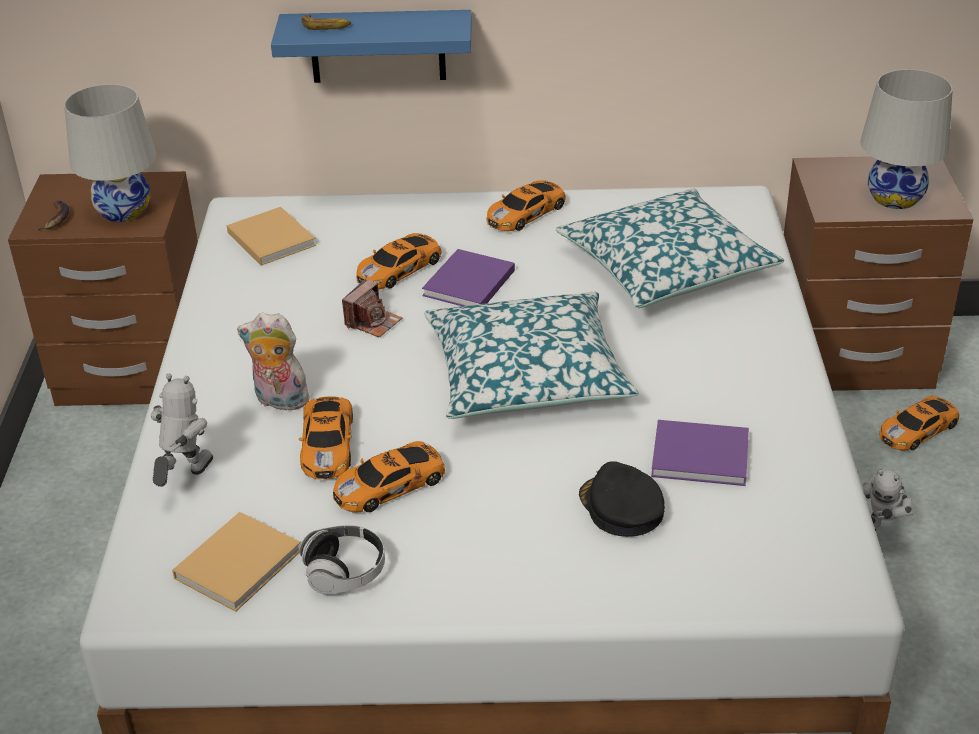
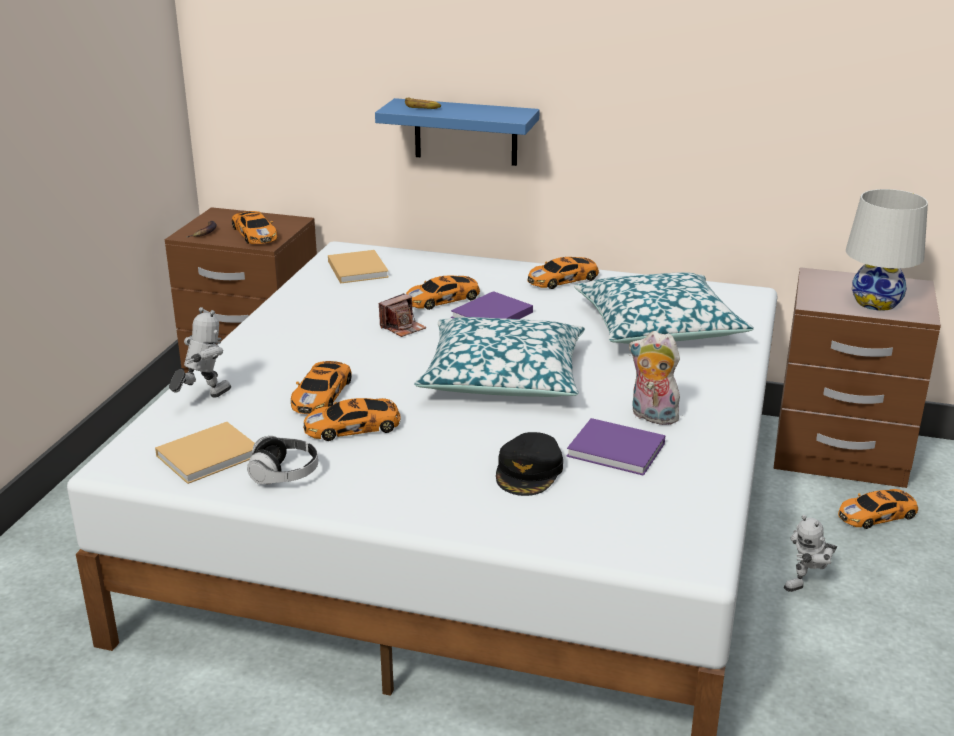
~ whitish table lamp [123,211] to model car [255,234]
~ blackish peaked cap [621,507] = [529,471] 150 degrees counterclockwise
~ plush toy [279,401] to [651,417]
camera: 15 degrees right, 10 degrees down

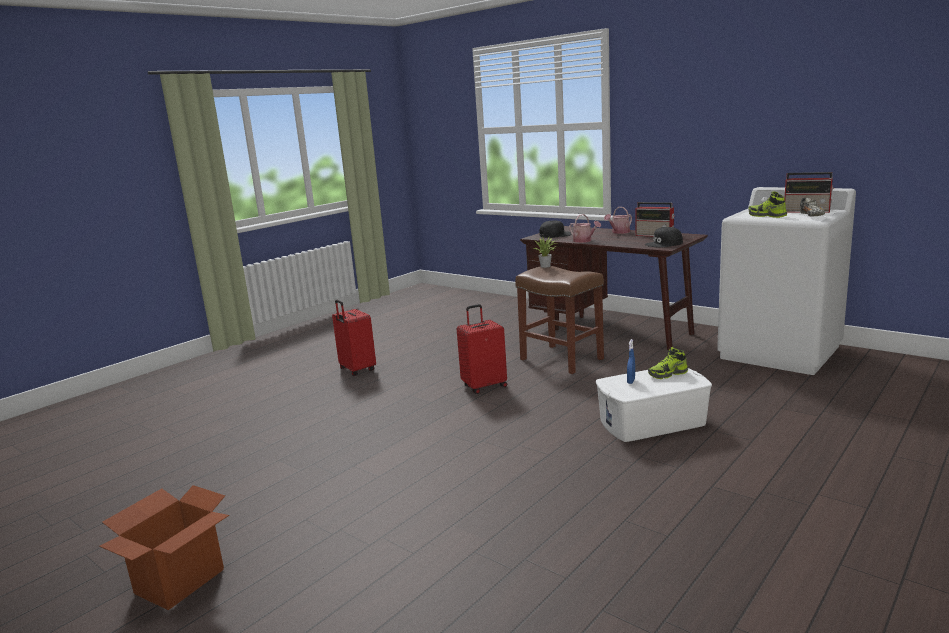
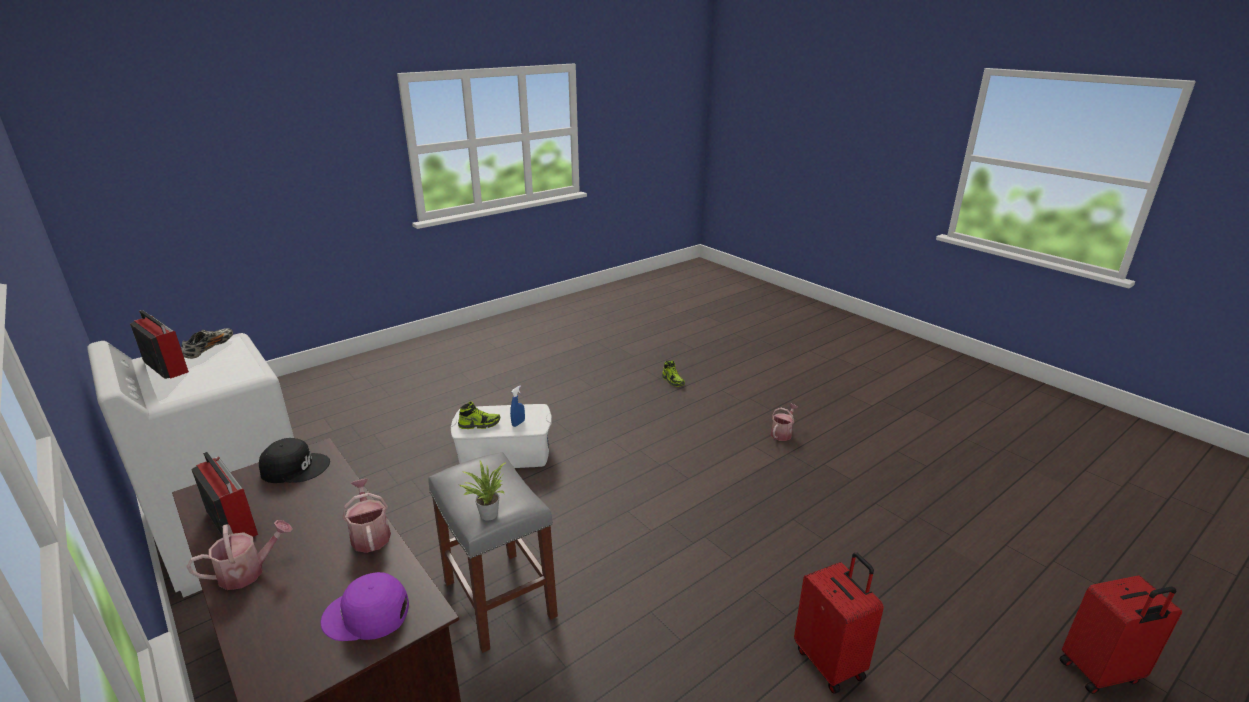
~ blackish peaked cap [555,235] to purple-coloured peaked cap [366,615]
~ brown-coloured sitting stool [560,359] to greyish sitting stool [501,599]
~ shoe [767,216] to [673,381]
+ sprinkling can [782,433]
~ red piece of luggage [484,386] to [1101,673]
- carton [179,582]
camera: 170 degrees left, 10 degrees up

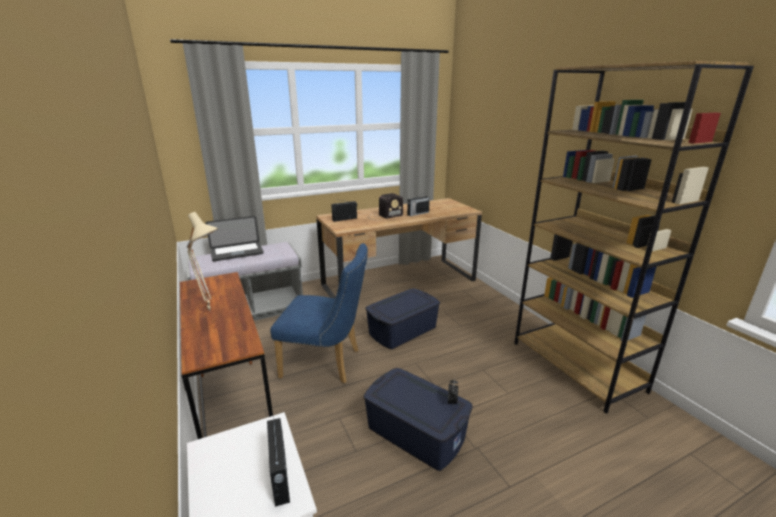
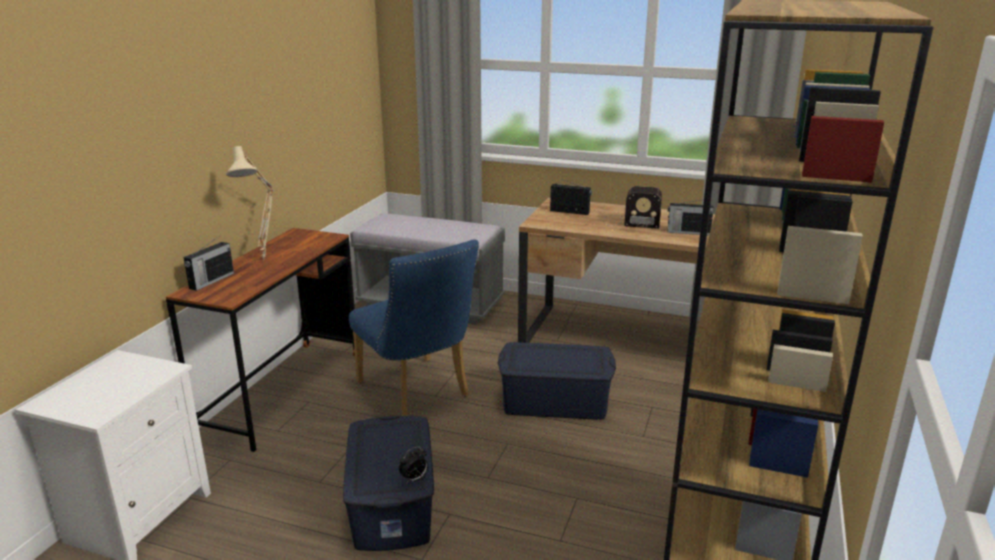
~ radio set [280,476] to [211,281]
- notebook computer [237,252]
camera: 45 degrees right, 0 degrees up

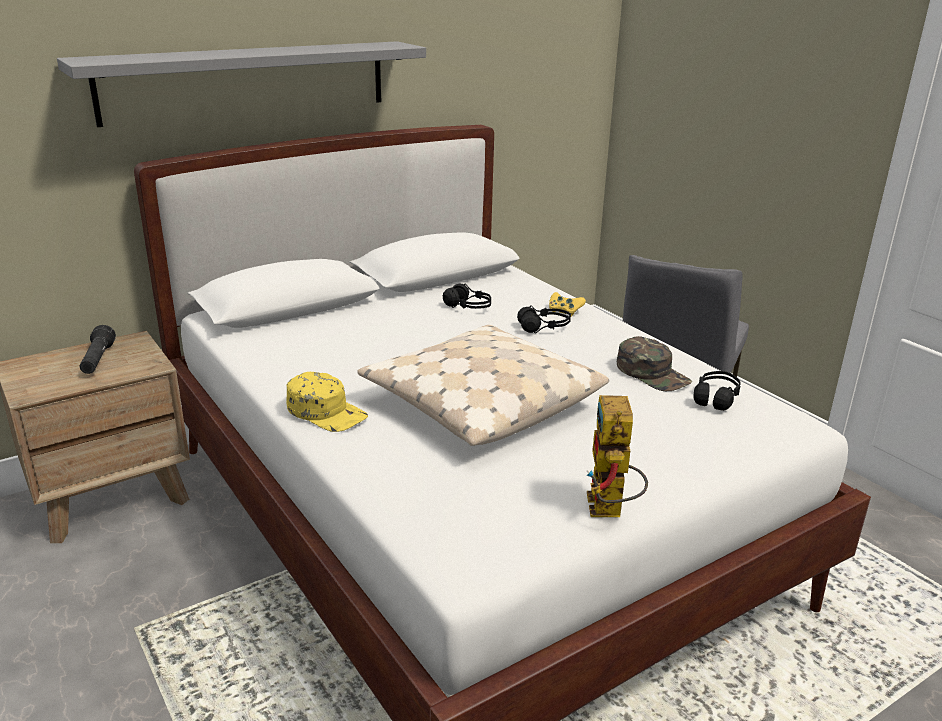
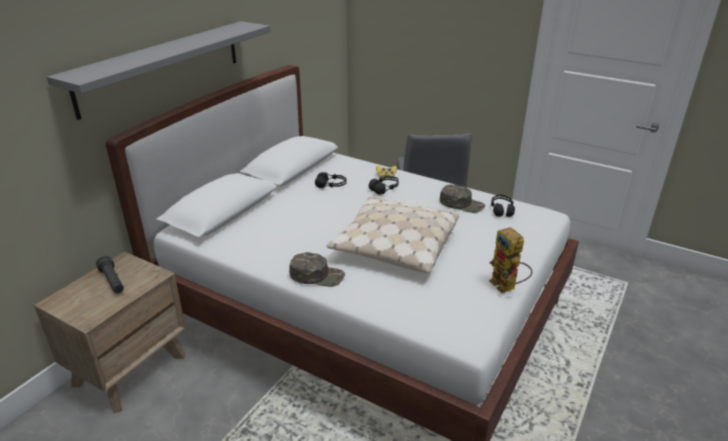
~ yellowish peaked cap [327,411] to greenish peaked cap [317,275]
camera: 25 degrees left, 5 degrees up

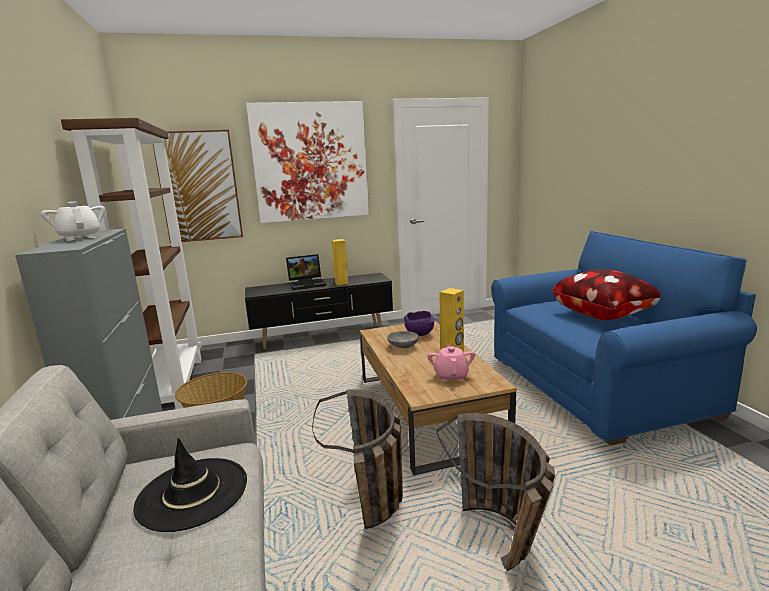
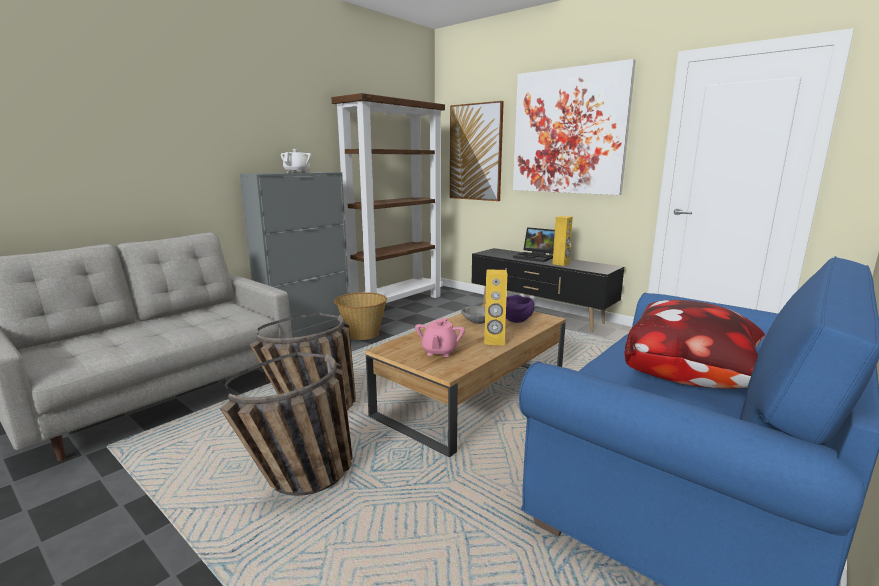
~ pink pot for tea [451,376] = [439,351] 135 degrees clockwise
- blackish clothing hat [193,493]
camera: 55 degrees right, 0 degrees up

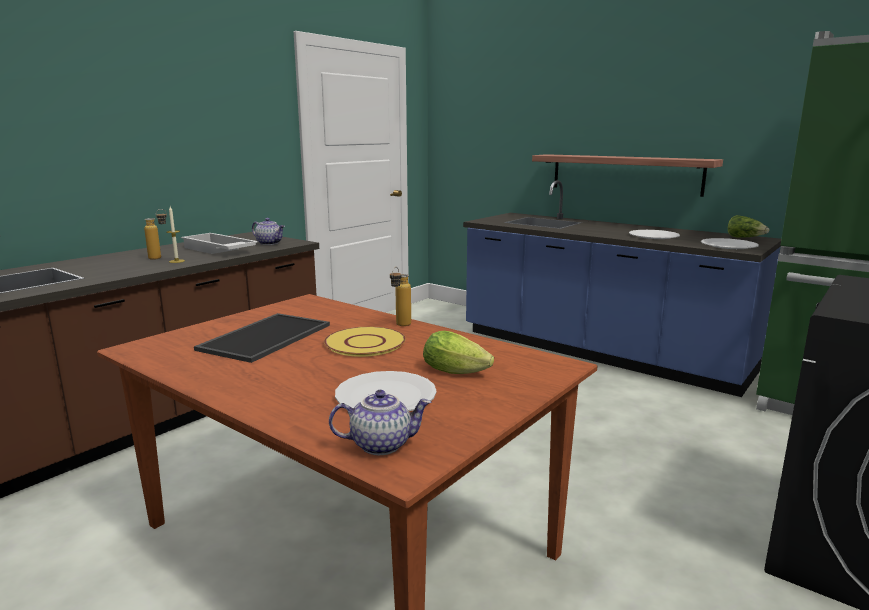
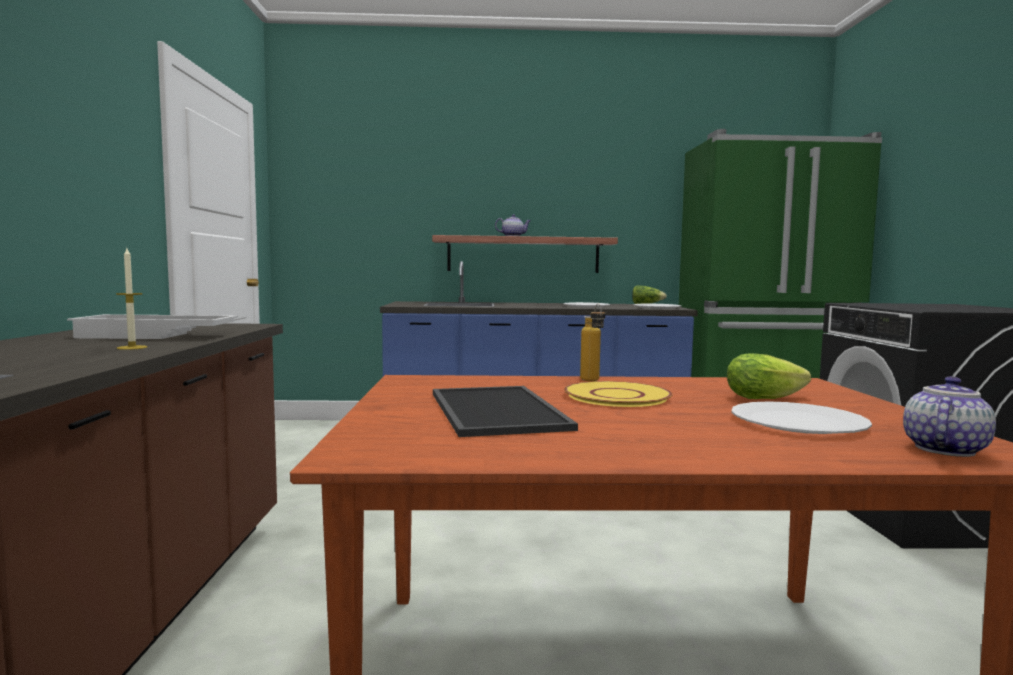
~ pot for tea [270,243] to [513,236]
- drink bottle [160,258]
camera: 40 degrees left, 10 degrees down

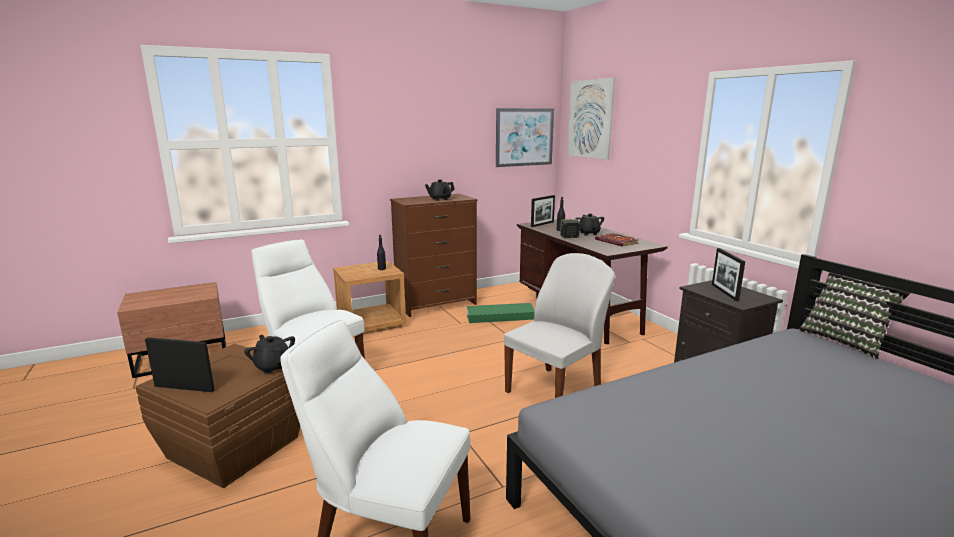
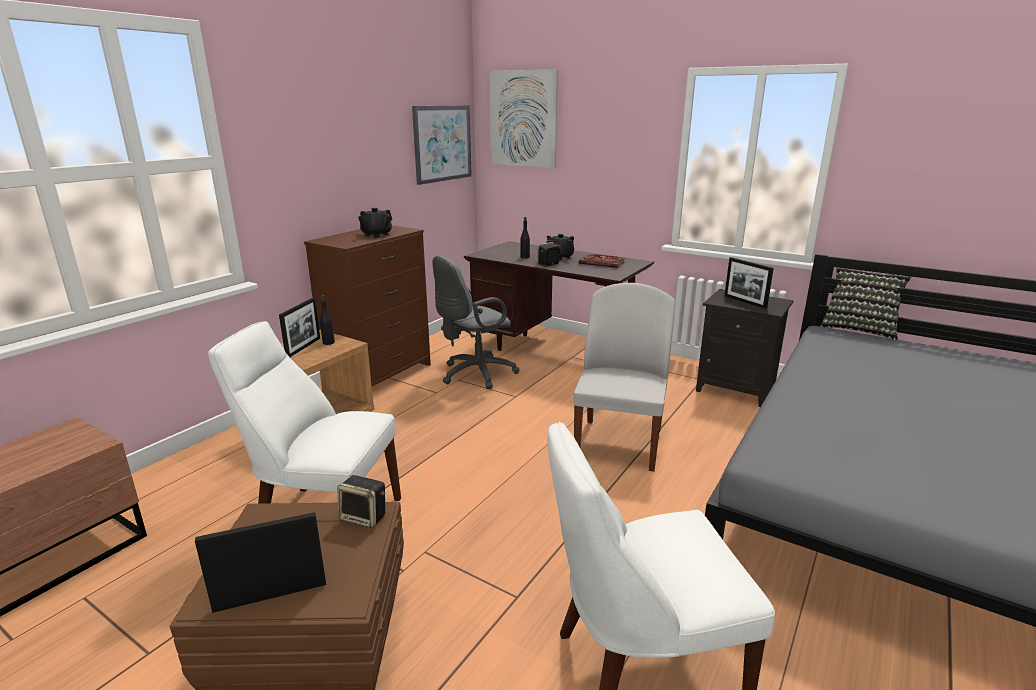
~ standing frame [542,224] to [303,347]
~ blackish pot for tea [273,367] to speaker [364,517]
~ greenish storage box [500,317] to greyish computer chair [474,374]
camera: 30 degrees left, 5 degrees up

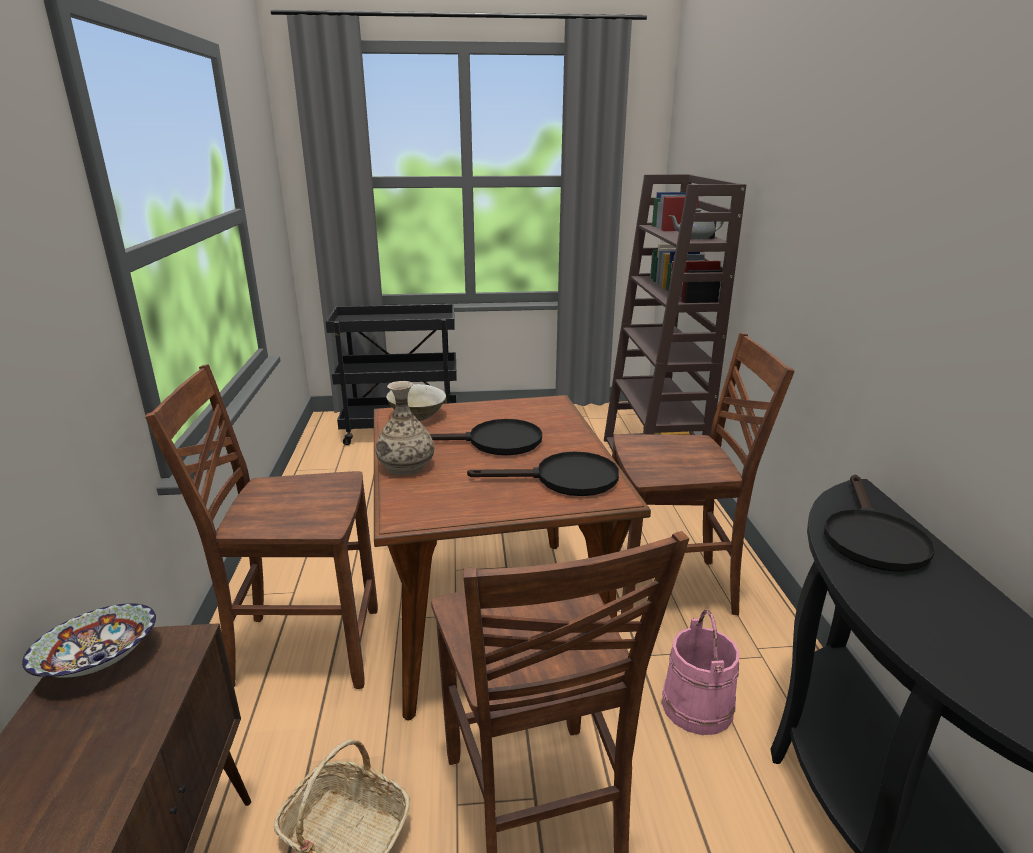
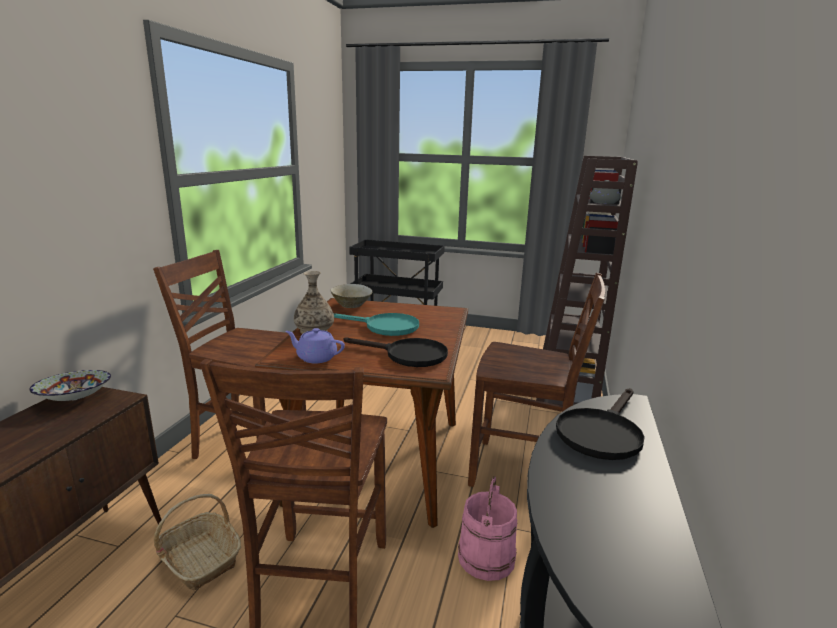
+ purple-coloured pot for tea [316,358]
~ blackish frying pan [494,442] to turquoise-coloured frying pan [384,327]
camera: 20 degrees right, 5 degrees down

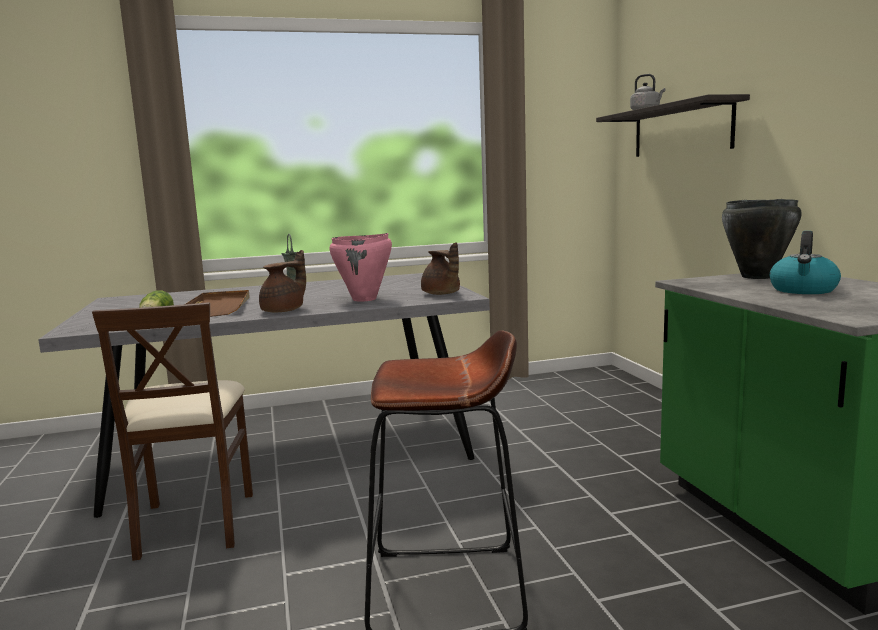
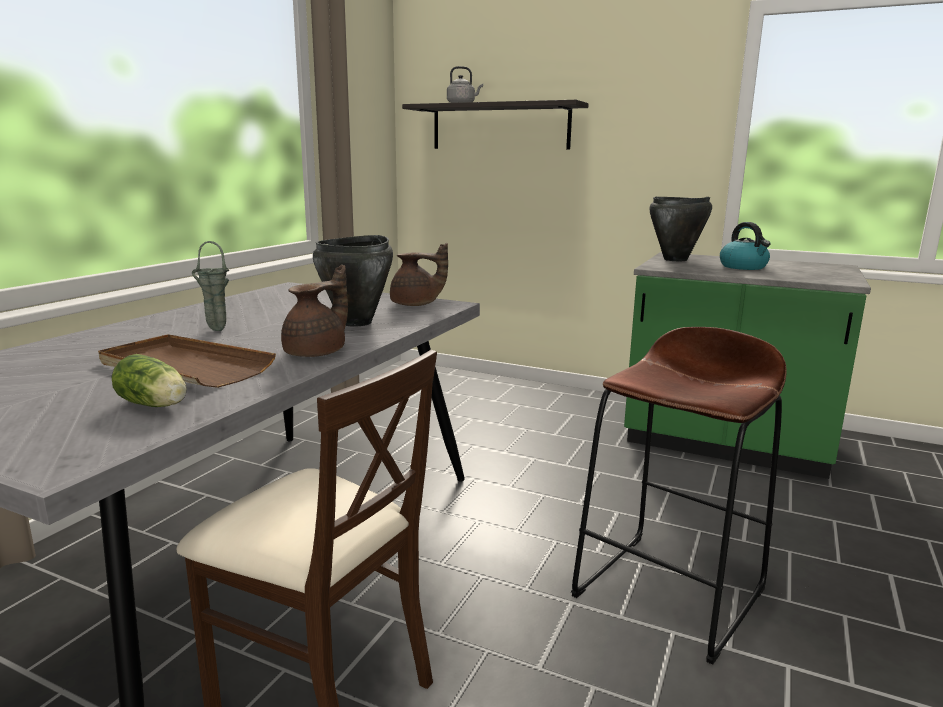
~ brown-coloured pot for tea [284,310] = [318,352] 45 degrees clockwise
~ pink cooking pot [364,299] to blackish cooking pot [357,322]
camera: 50 degrees left, 5 degrees up

